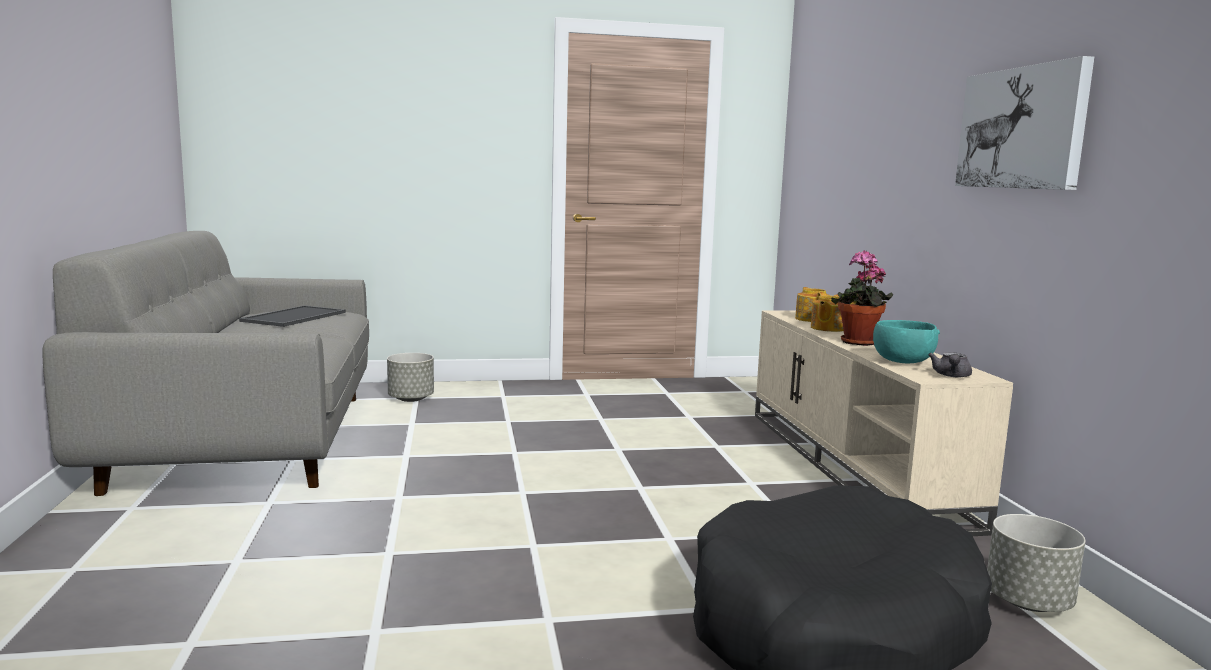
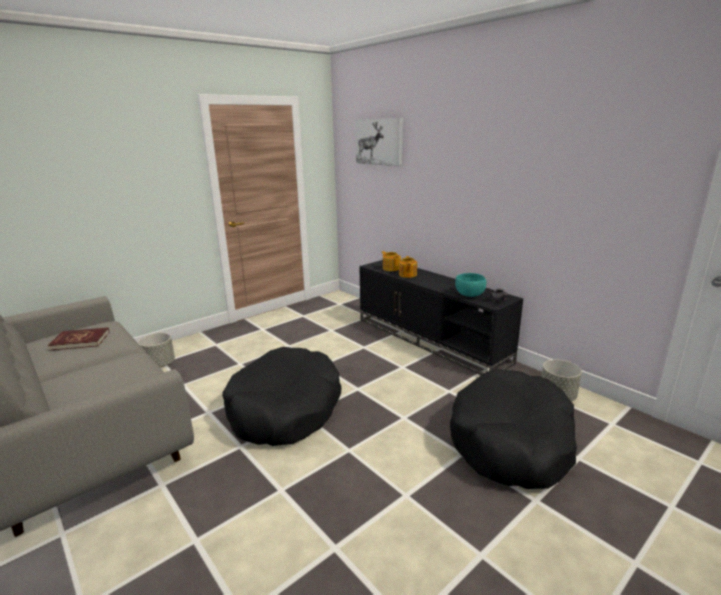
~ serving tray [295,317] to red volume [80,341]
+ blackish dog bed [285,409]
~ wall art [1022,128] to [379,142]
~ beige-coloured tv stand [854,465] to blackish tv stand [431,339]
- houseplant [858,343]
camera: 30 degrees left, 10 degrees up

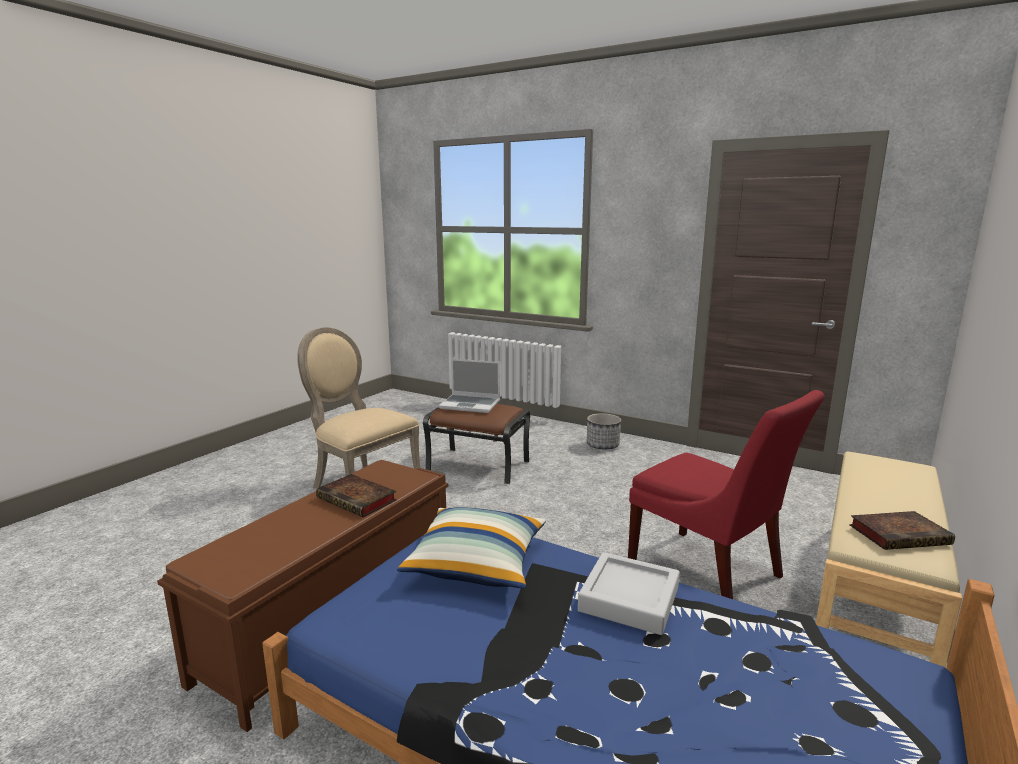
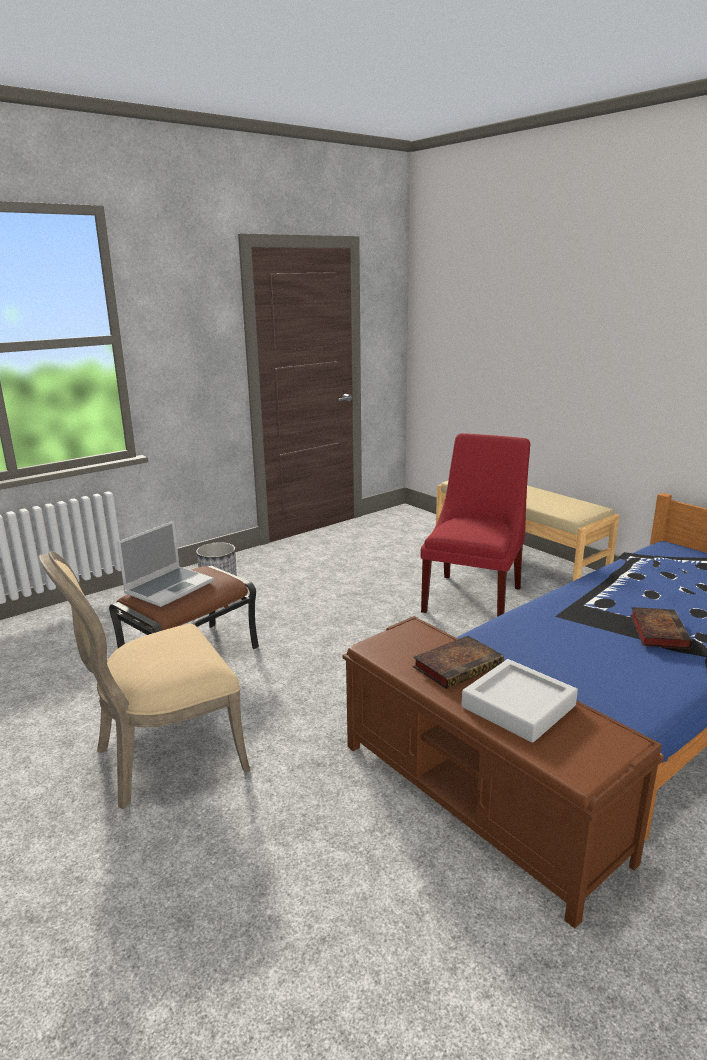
~ red plain chair [709,575] = [474,597] 45 degrees counterclockwise
~ greyish serving tray [629,599] to [518,706]
~ volume [900,535] to [657,631]
- pillow [477,563]
camera: 70 degrees left, 5 degrees up

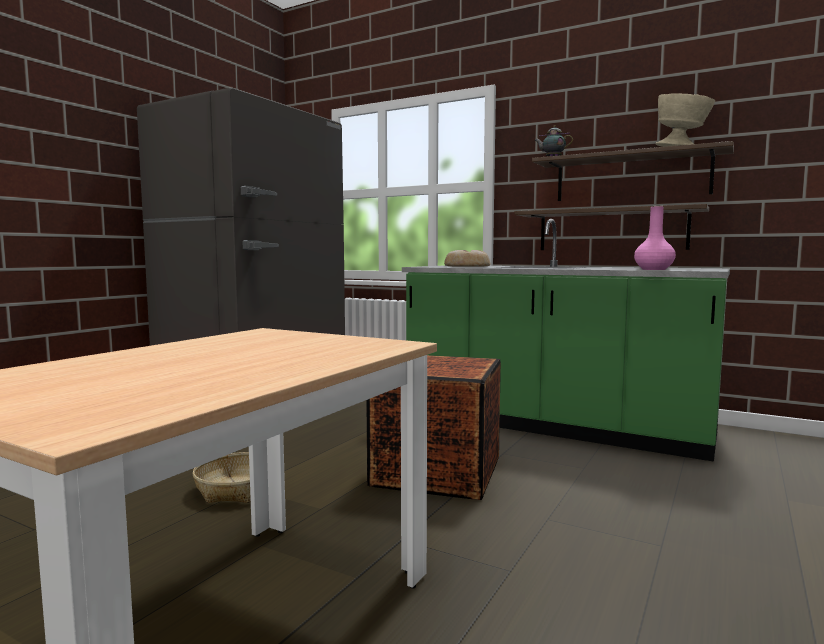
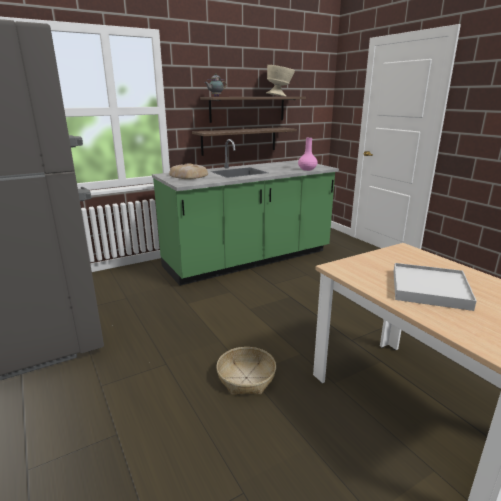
+ whitish serving tray [429,289]
- crate [437,472]
camera: 60 degrees left, 15 degrees up

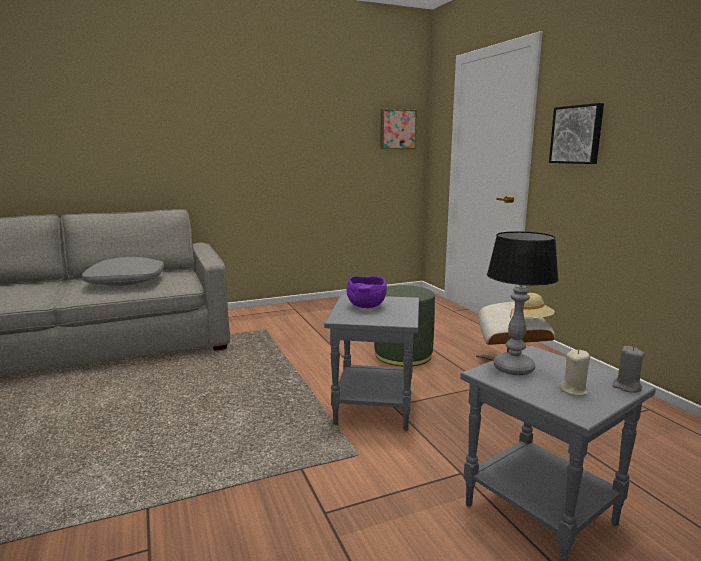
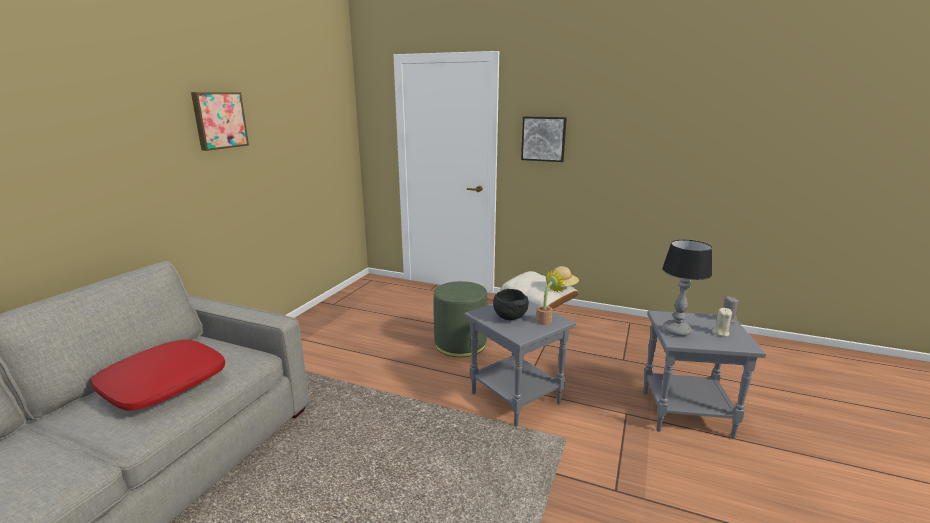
~ greyish pillow [126,281] to red pillow [164,384]
~ wall art [397,129] to [219,120]
~ purple-coloured deep dish [366,306] to blackish deep dish [509,317]
+ houseplant [546,320]
camera: 45 degrees left, 5 degrees up

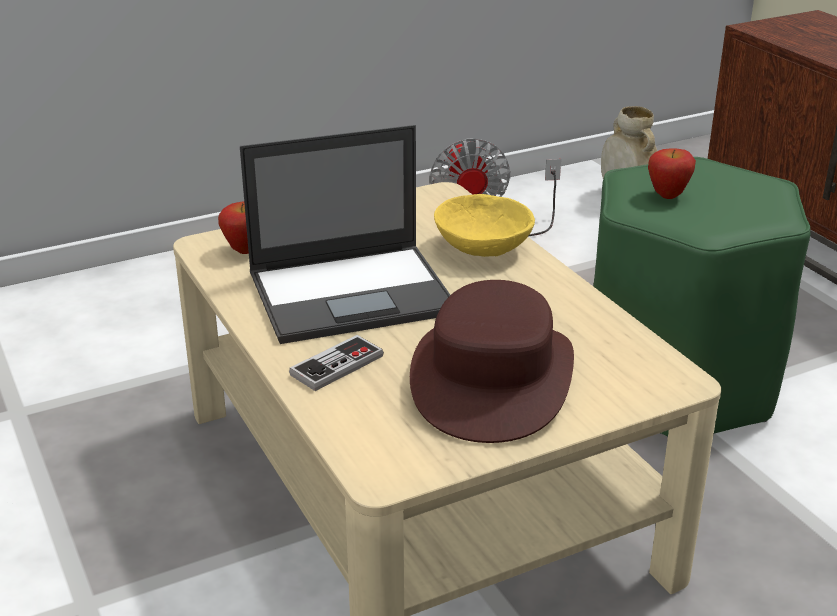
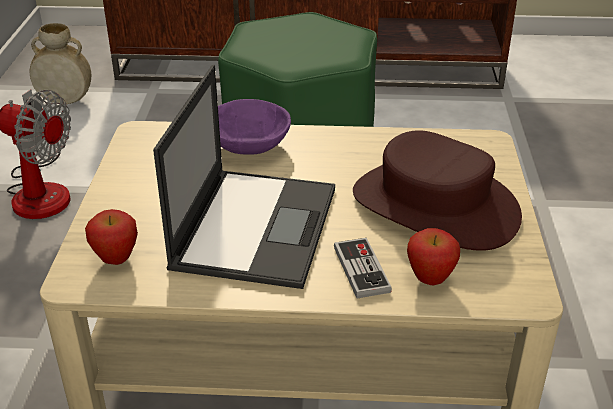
~ yellowish deep dish [481,247] to purple-coloured deep dish [247,146]
~ whole apple [668,196] to [430,280]
camera: 60 degrees left, 5 degrees up

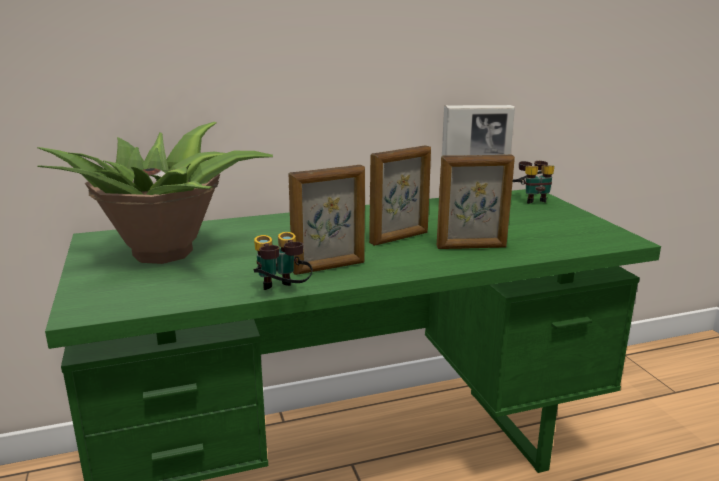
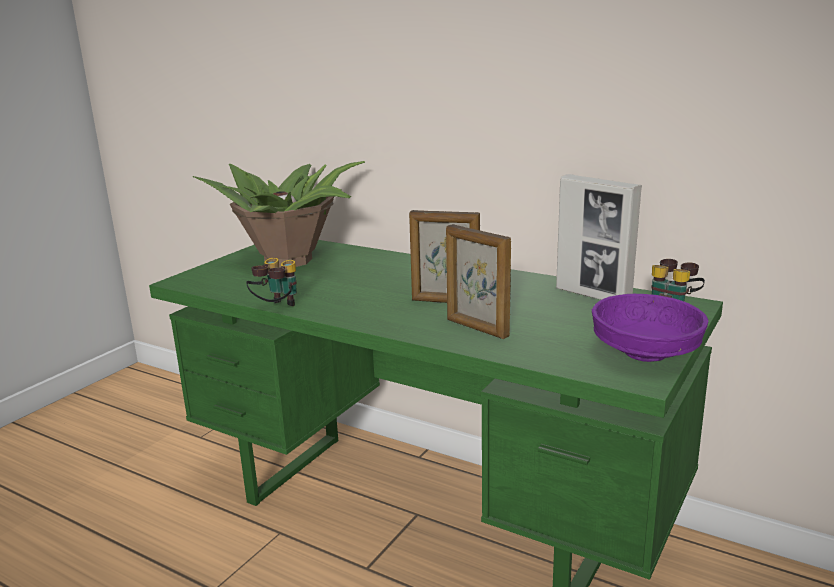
+ purple-coloured deep dish [644,353]
- standing frame [329,267]
camera: 50 degrees right, 0 degrees up

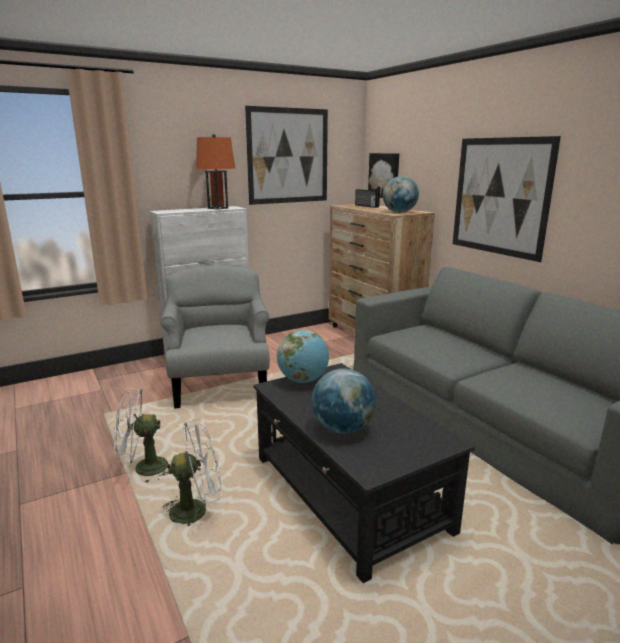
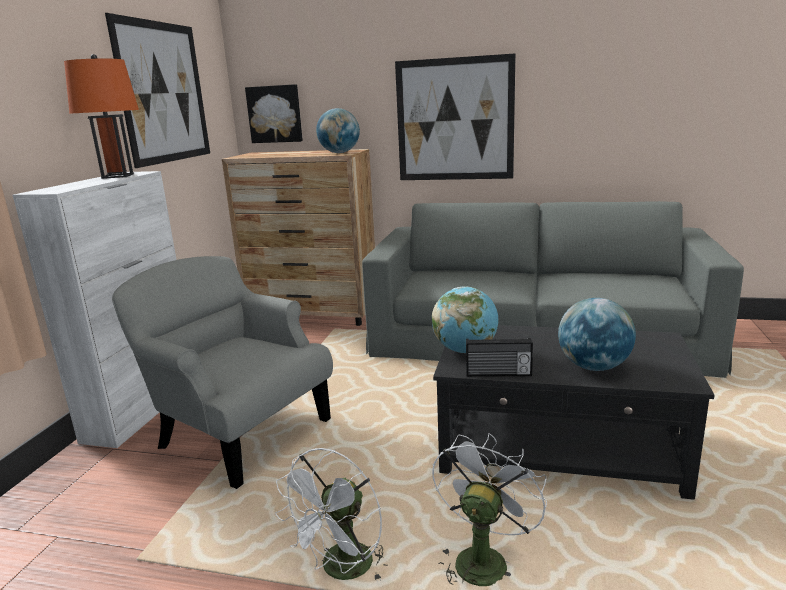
~ radio set [366,206] to [498,374]
camera: 45 degrees left, 0 degrees up

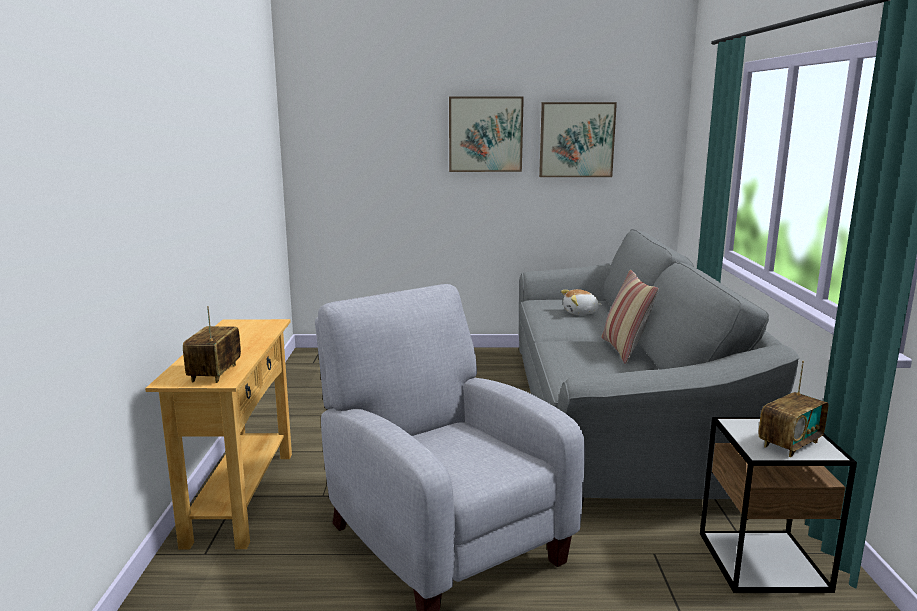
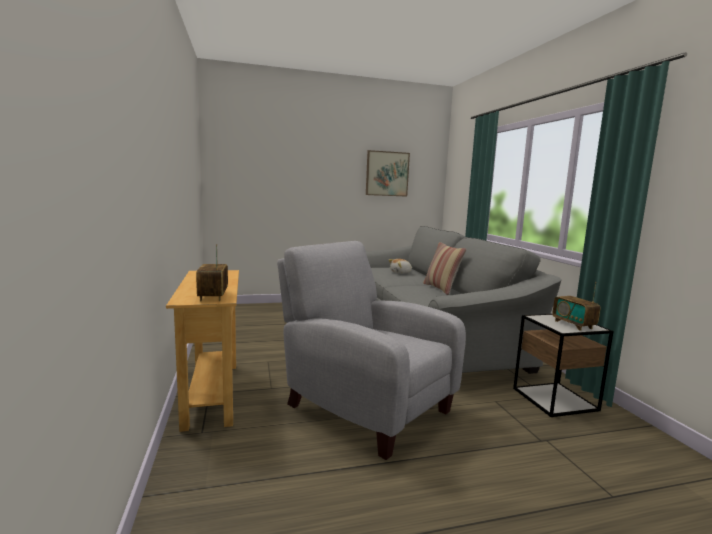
~ radio set [789,444] = [573,325] 120 degrees clockwise
- wall art [485,134]
camera: 15 degrees left, 5 degrees down

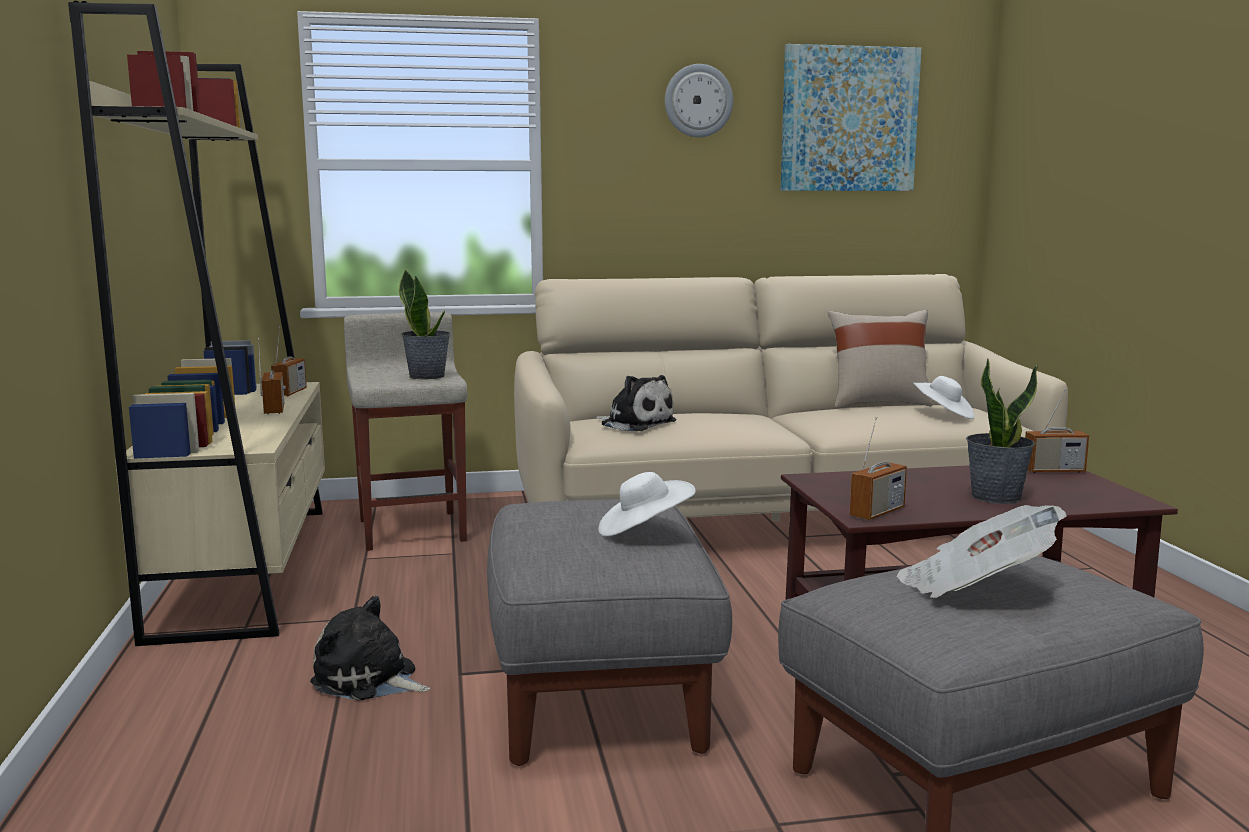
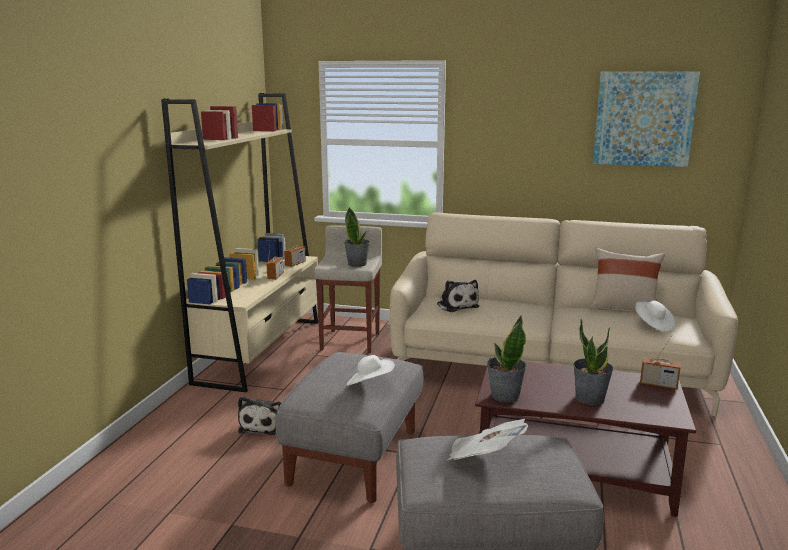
~ plush toy [369,680] = [263,425] 135 degrees counterclockwise
~ radio set [877,512] to houseplant [504,396]
- clock on the wall [698,101]
camera: 25 degrees right, 5 degrees up

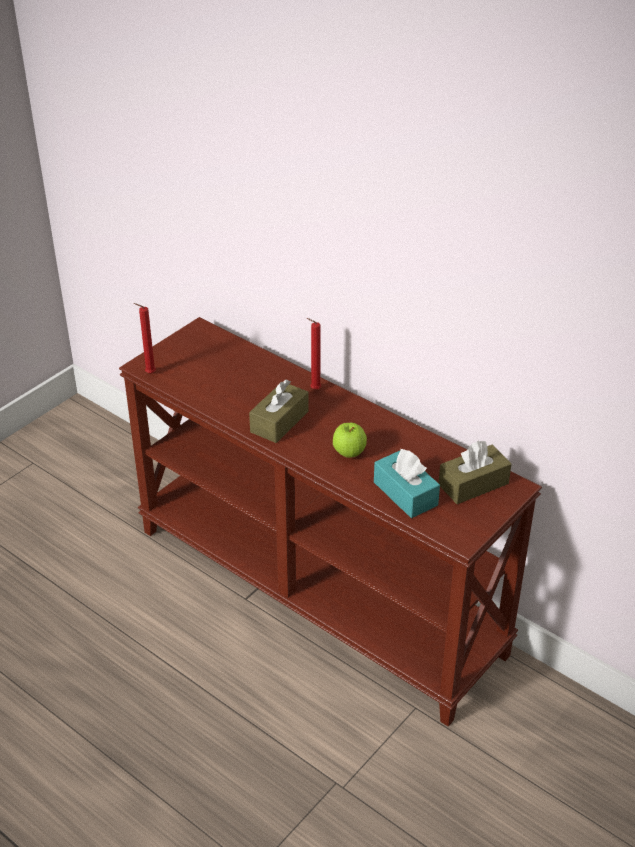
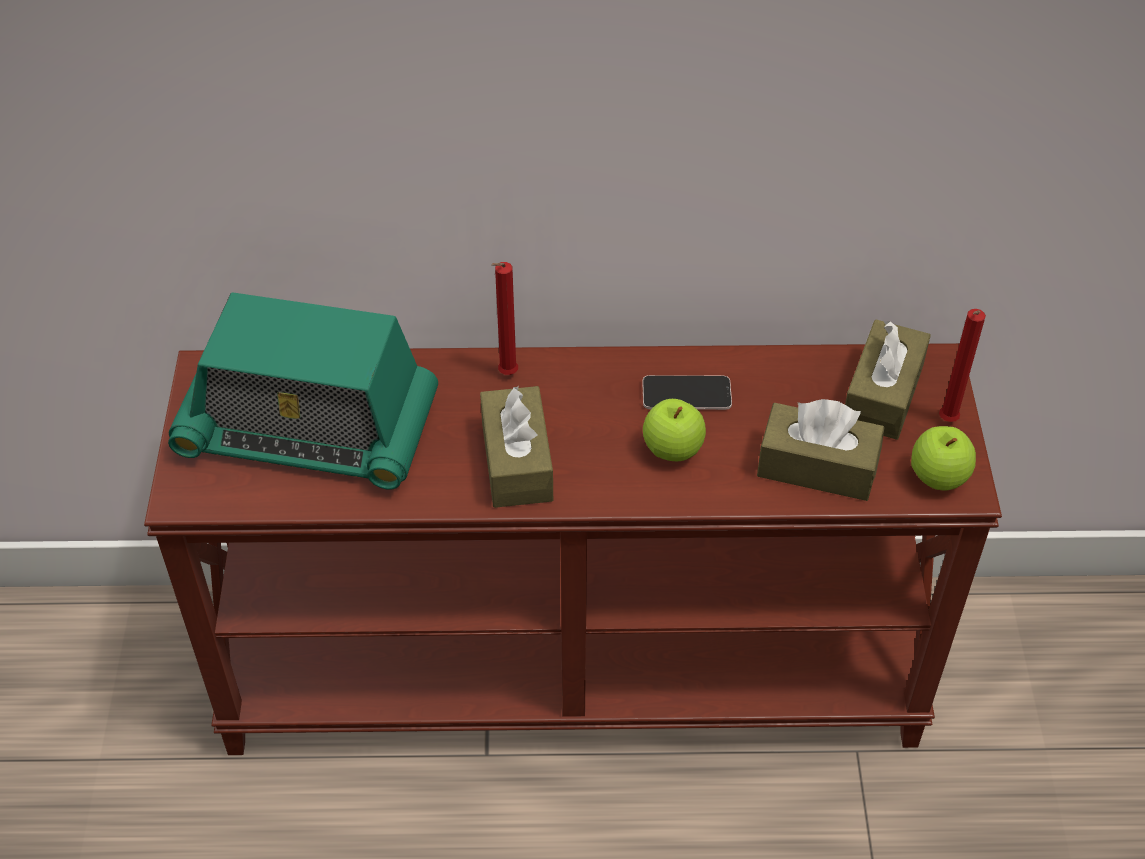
+ radio set [308,429]
+ telephone [686,394]
~ turquoise-coloured tissue box [405,493] to brown-coloured tissue box [817,467]
+ whole apple [938,477]
~ red wax candle [149,373] to [946,422]
camera: 40 degrees left, 10 degrees up

